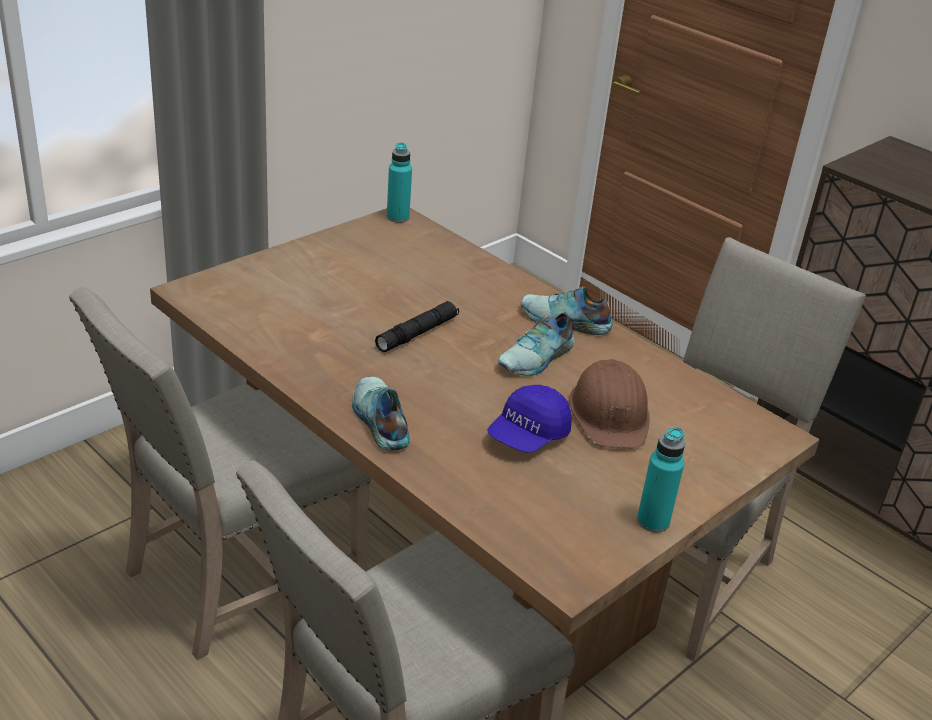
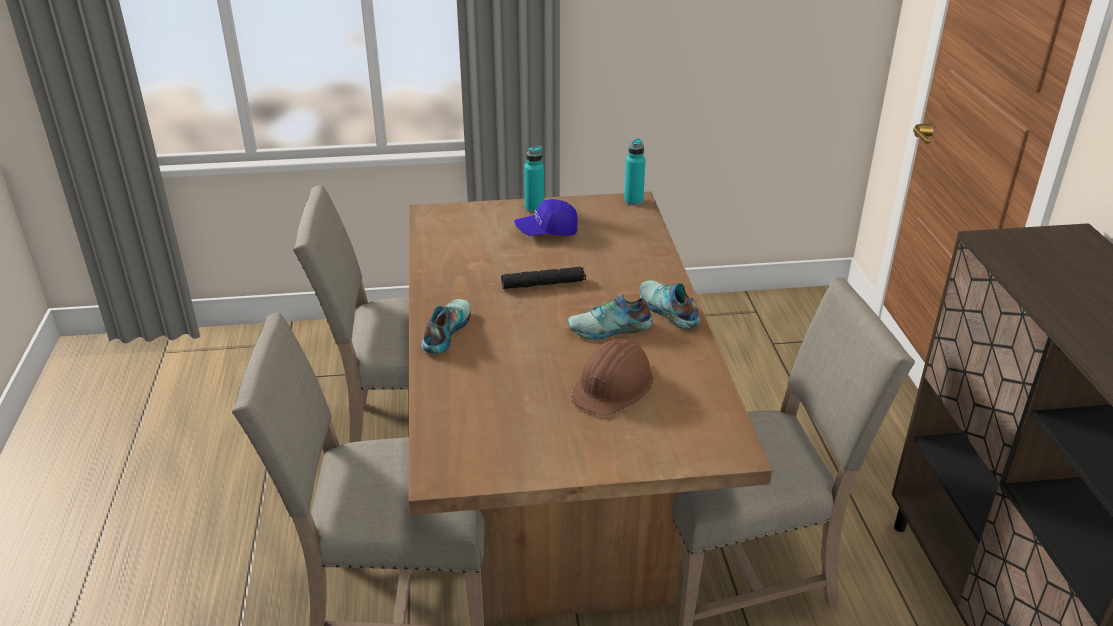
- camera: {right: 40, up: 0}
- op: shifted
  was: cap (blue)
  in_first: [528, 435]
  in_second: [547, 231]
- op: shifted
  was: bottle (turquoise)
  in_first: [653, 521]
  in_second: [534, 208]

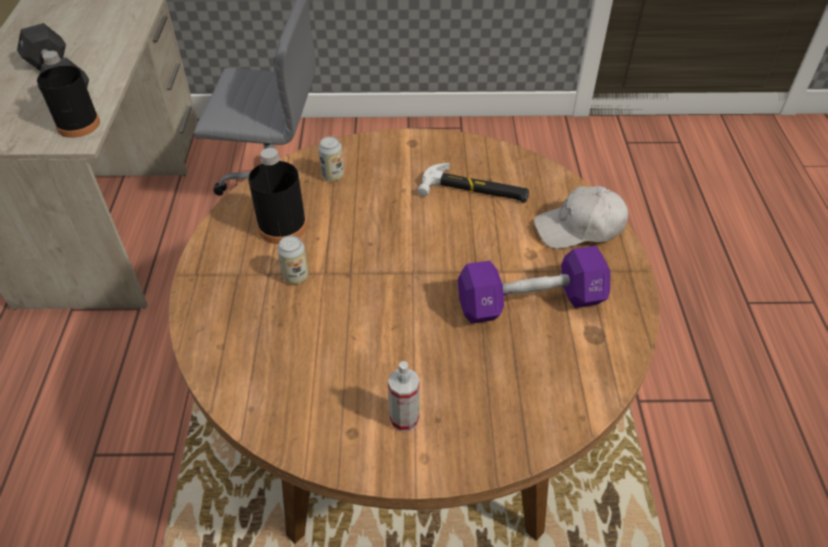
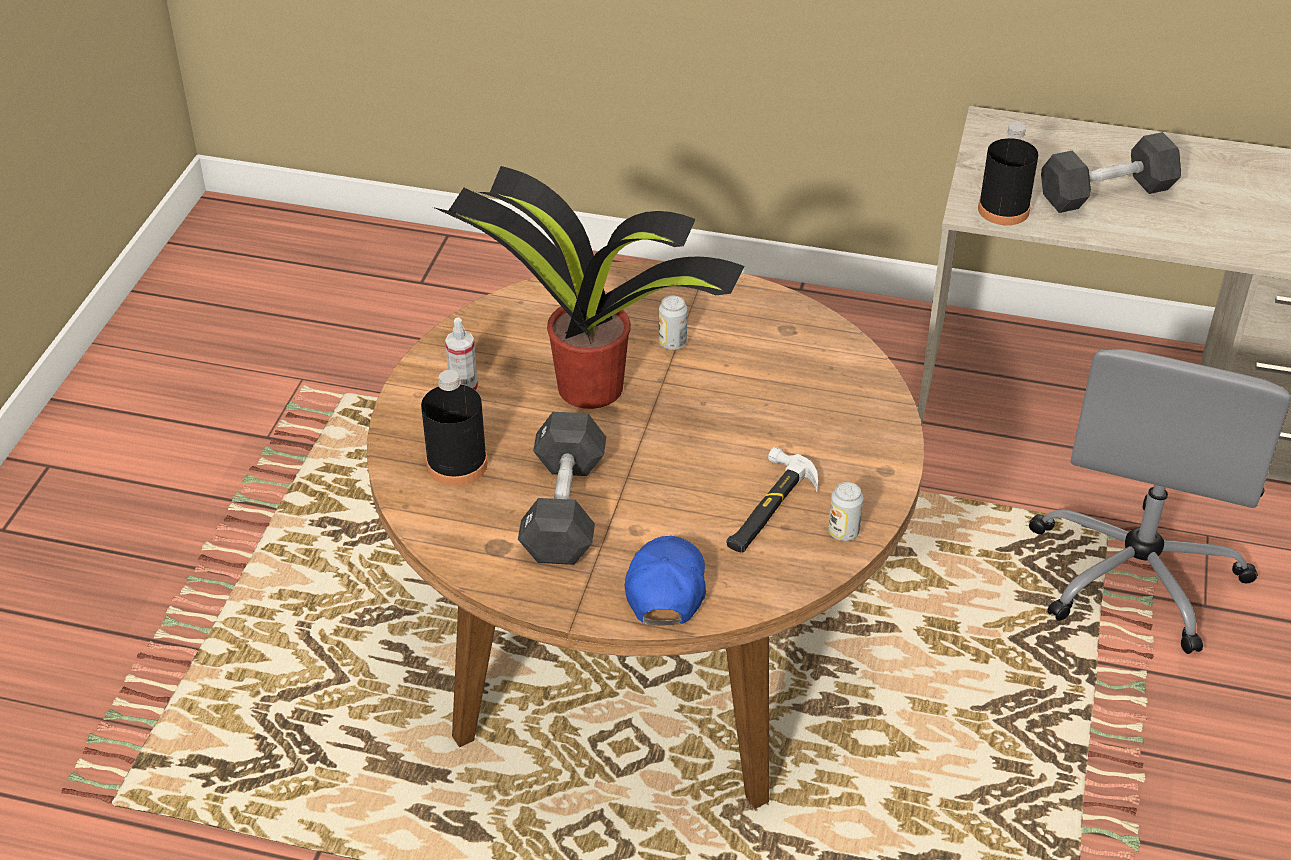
- camera: {right: 105, up: -5}
- op: new
  now: potted plant
  in_second: [586, 385]
- op: shifted
  was: bottle (black)
  in_first: [282, 227]
  in_second: [457, 464]
- op: shifted
  was: can
  in_first: [333, 175]
  in_second: [843, 532]
- op: repainted
  was: dumbbell (purple)
  now: dumbbell (black)
  in_first: [530, 302]
  in_second: [564, 508]
- op: repainted
  was: cap (white)
  now: cap (blue)
  in_first: [579, 228]
  in_second: [665, 587]

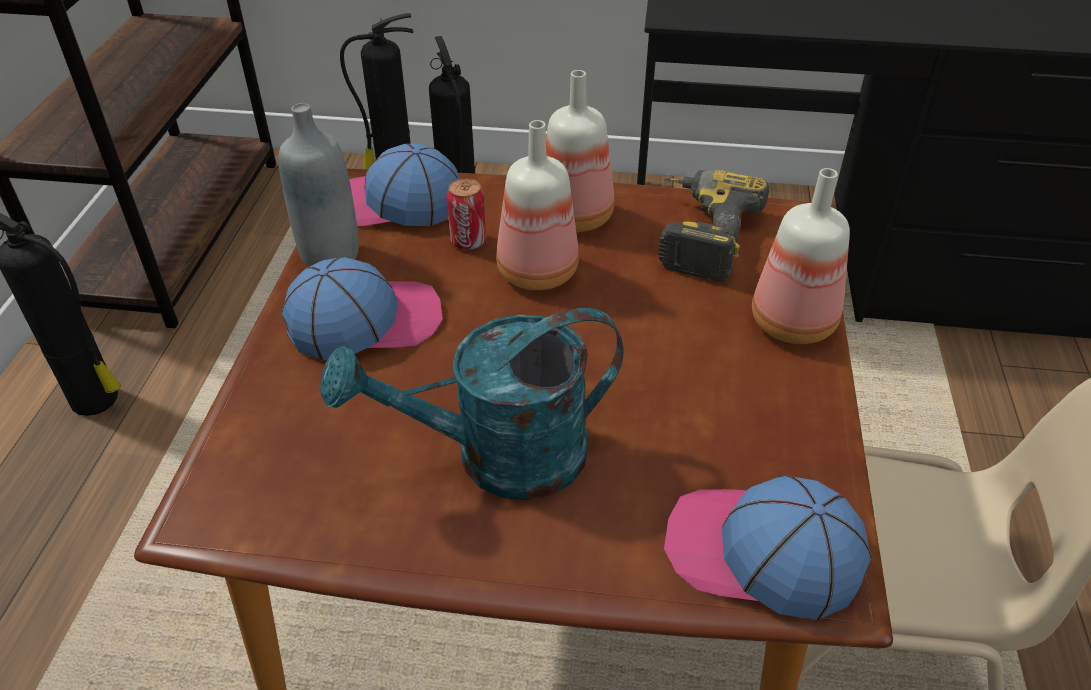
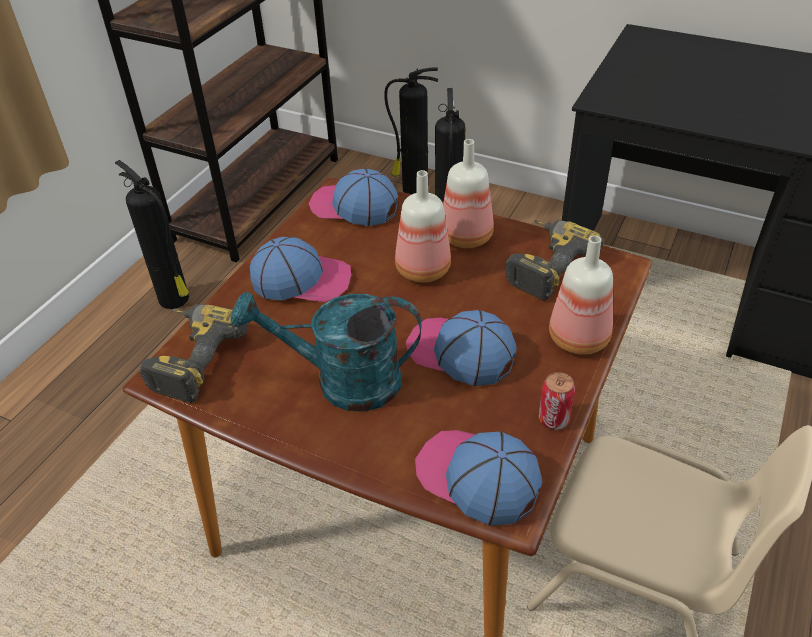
- camera: {right: 20, up: 0}
- op: gone
  was: bottle (grey)
  in_first: [330, 256]
- op: new
  now: power drill
  in_second: [190, 358]
- op: new
  now: cap
  in_second: [460, 352]
- op: shifted
  was: can
  in_first: [468, 241]
  in_second: [553, 419]

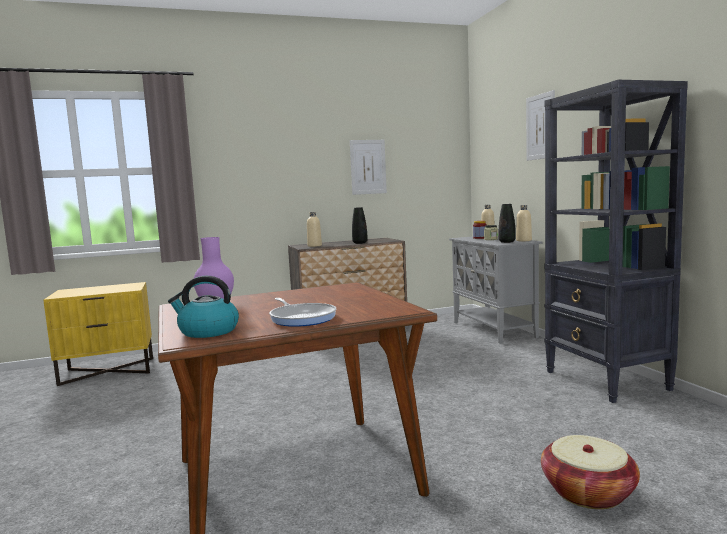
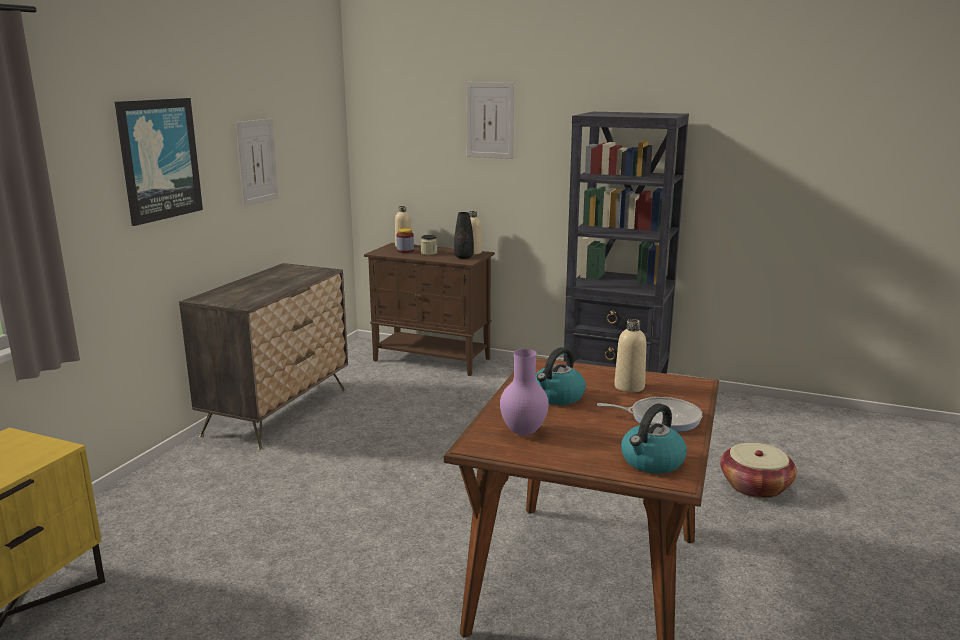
- camera: {right: -50, up: 10}
- op: gone
  was: vase (black)
  in_first: [360, 243]
- op: new
  now: picture
  in_second: [159, 159]
- op: new
  now: kettle
  in_second: [557, 397]
- op: shifted
  was: bottle (beige)
  in_first: [314, 246]
  in_second: [629, 387]
- op: repainted
  was: cabinet (grey)
  now: cabinet (brown)
  in_first: [494, 330]
  in_second: [433, 360]

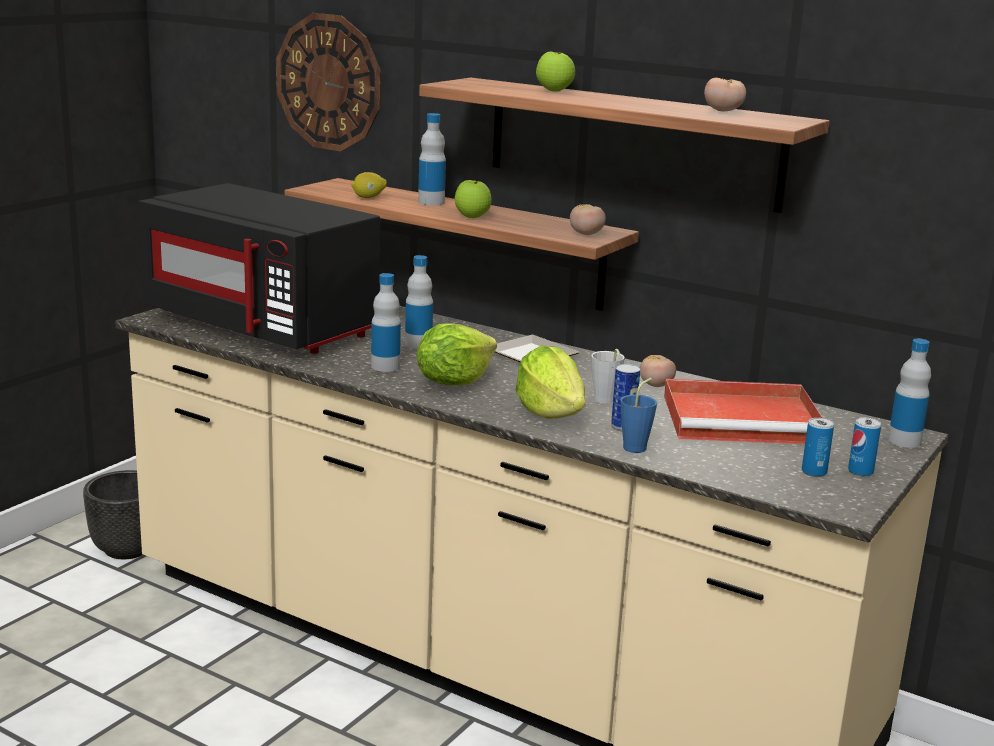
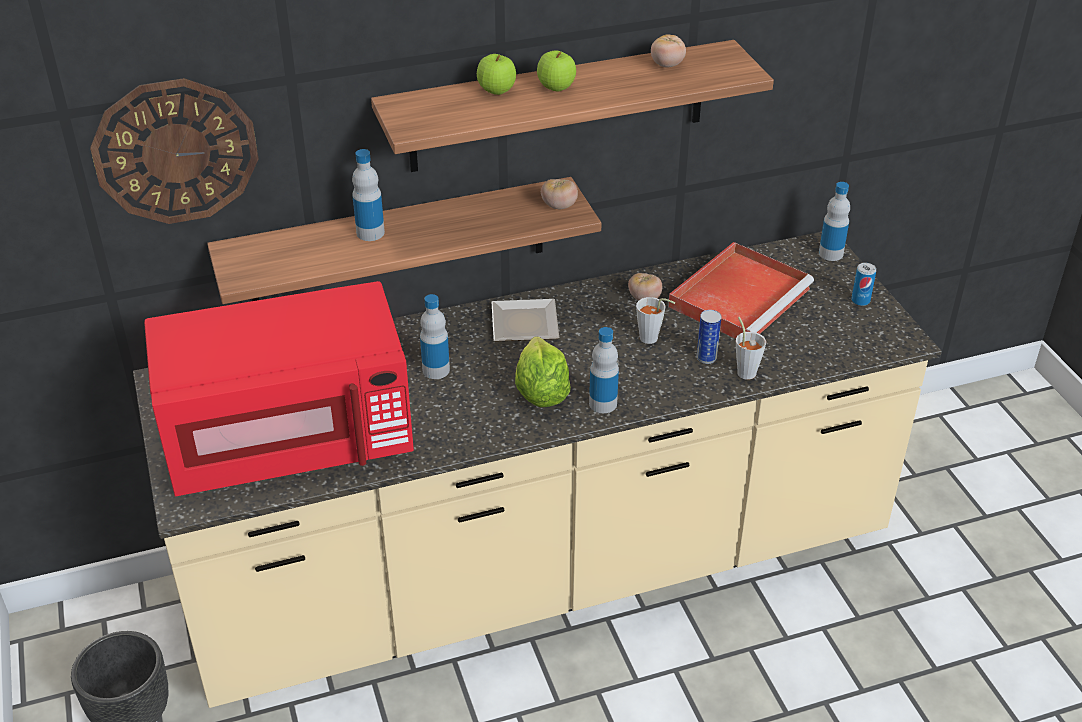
- camera: {right: -50, up: 20}
- op: gone
  was: lemon
  in_first: [368, 197]
- op: gone
  was: lettuce
  in_first: [550, 413]
- op: gone
  was: can
  in_first: [814, 472]
- op: shifted
  was: bottle
  in_first: [385, 366]
  in_second: [603, 404]
- op: shifted
  was: apple
  in_first: [472, 217]
  in_second: [556, 88]
- op: repainted
  was: microwave (black)
  now: microwave (red)
  in_first: [263, 326]
  in_second: [290, 439]
- op: repainted
  was: cup (blue)
  now: cup (grey)
  in_first: [637, 446]
  in_second: [745, 370]

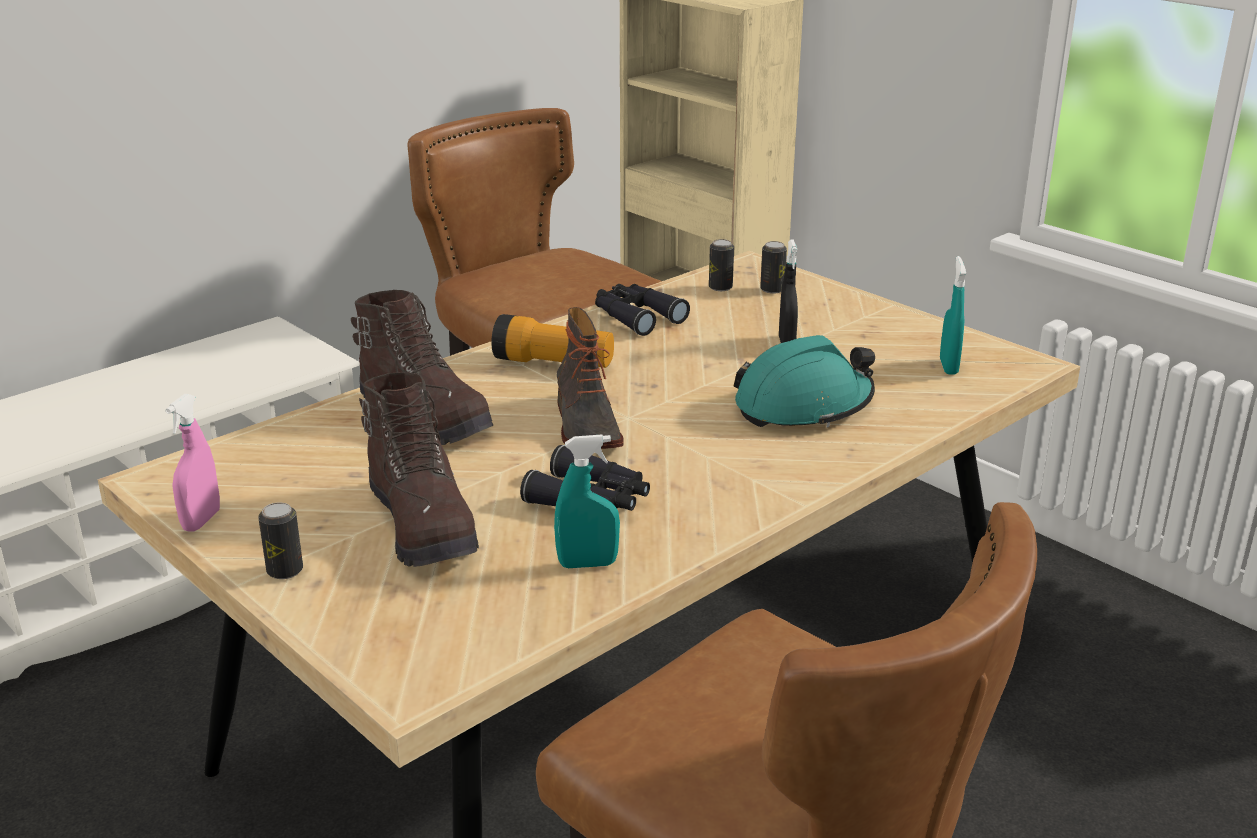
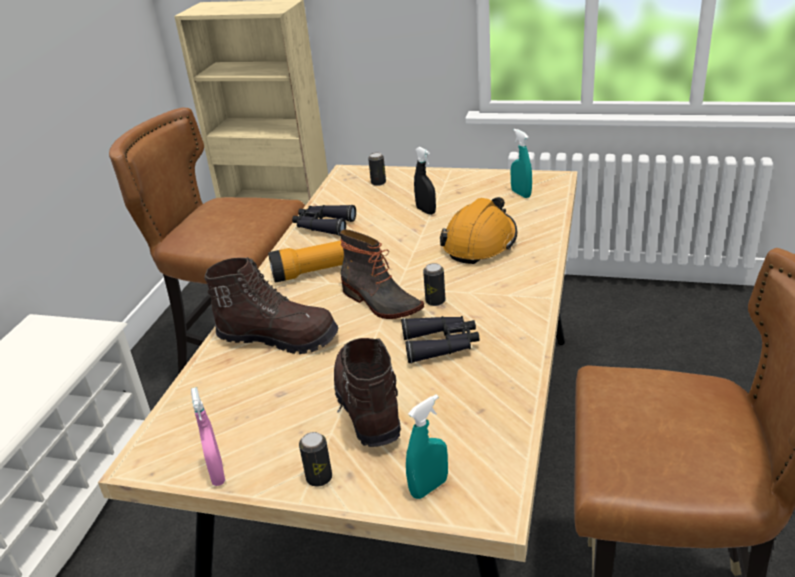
- camera: {right: -30, up: 5}
- op: shifted
  was: spray bottle (turquoise)
  in_first: [587, 564]
  in_second: [429, 487]
- op: shifted
  was: can
  in_first: [720, 287]
  in_second: [435, 301]
- op: repainted
  was: hard hat (turquoise)
  now: hard hat (orange)
  in_first: [803, 406]
  in_second: [480, 243]
- op: rotated
  was: boot (brown)
  in_first: [423, 525]
  in_second: [366, 406]
  clockwise: -135

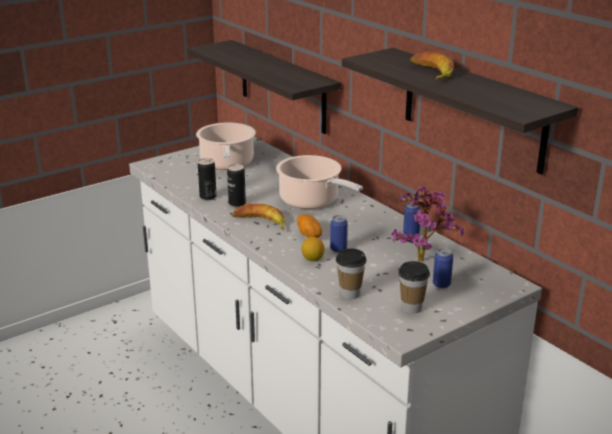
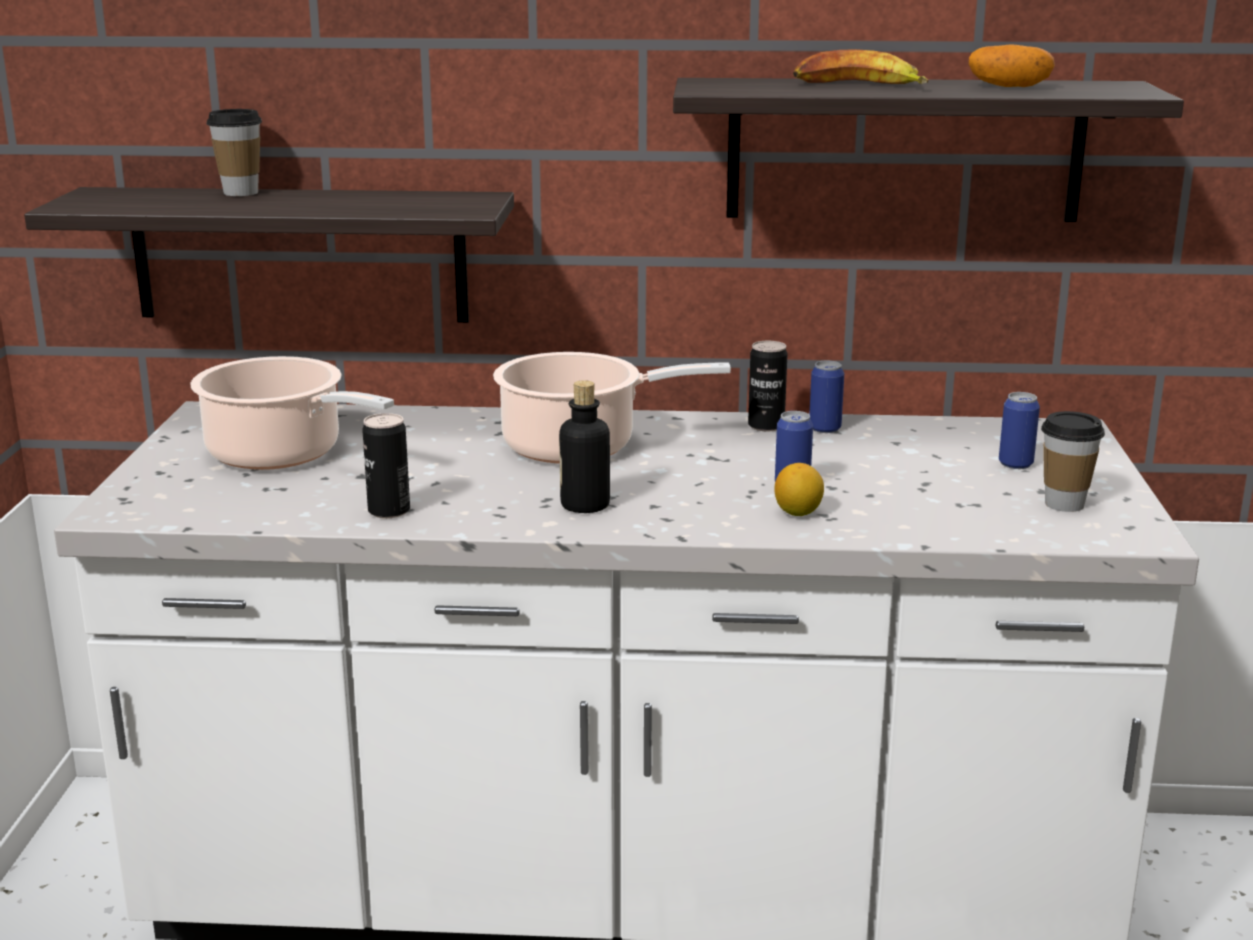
- camera: {right: -50, up: -5}
- op: gone
  was: potted plant
  in_first: [422, 259]
- op: shifted
  was: can
  in_first: [237, 203]
  in_second: [766, 426]
- op: shifted
  was: potato
  in_first: [309, 235]
  in_second: [1008, 86]
- op: shifted
  was: cup
  in_first: [350, 294]
  in_second: [241, 192]
- op: swapped
  was: banana
  now: bottle
  in_first: [260, 222]
  in_second: [585, 505]

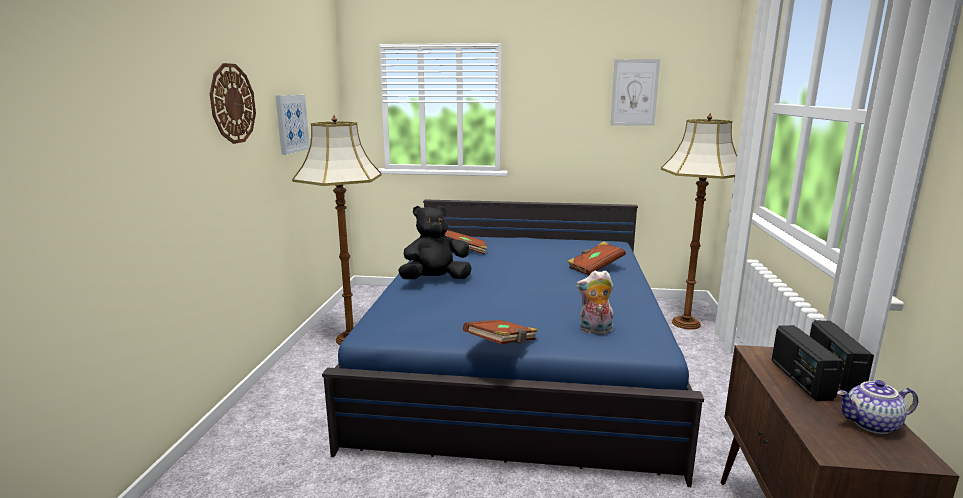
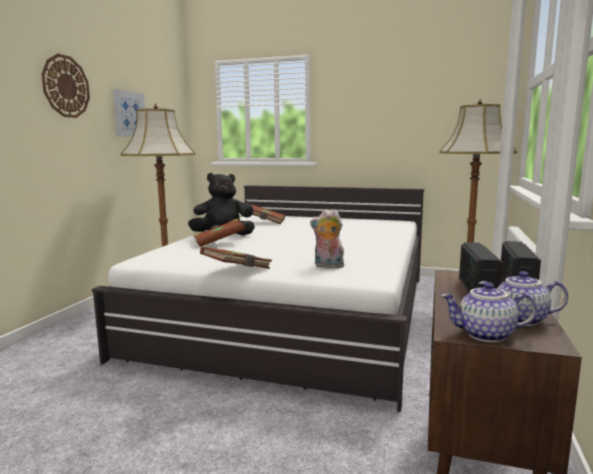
- camera: {right: 10, up: -5}
- op: gone
  was: picture
  in_first: [634, 93]
- op: new
  now: teapot
  in_second: [485, 335]
- op: shifted
  was: book (brown)
  in_first: [595, 268]
  in_second: [219, 243]
- op: repainted
  was: bed (blue)
  now: bed (white)
  in_first: [518, 360]
  in_second: [297, 312]

